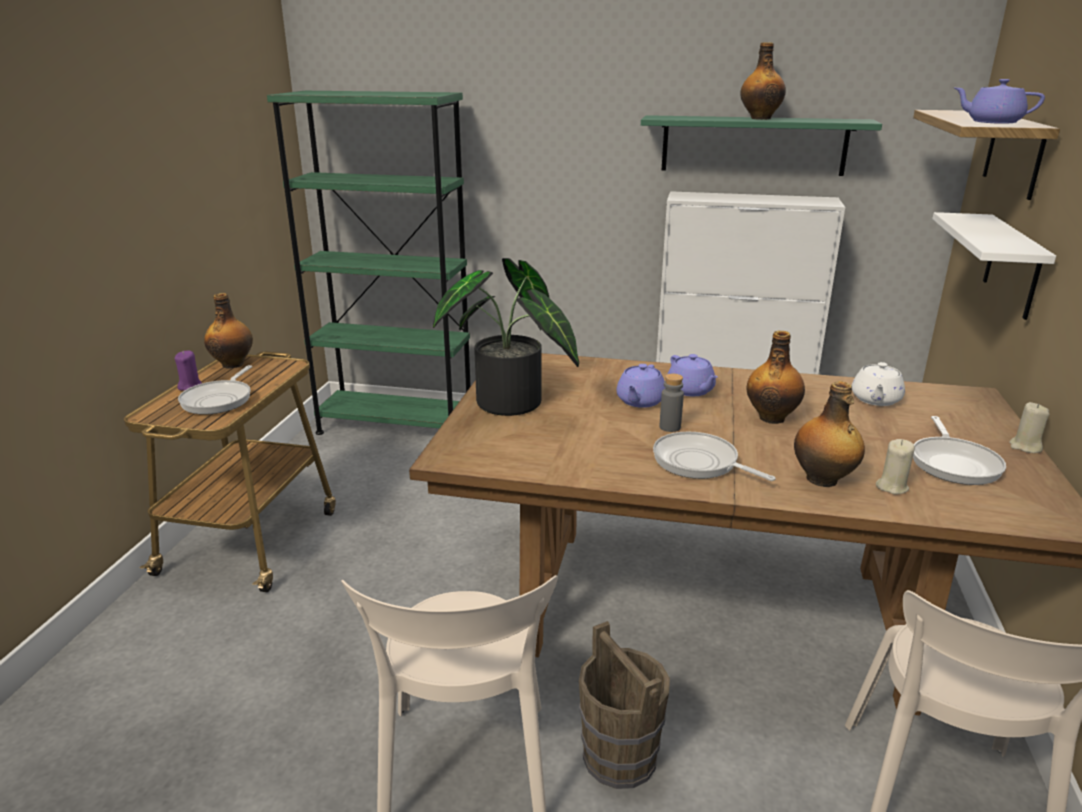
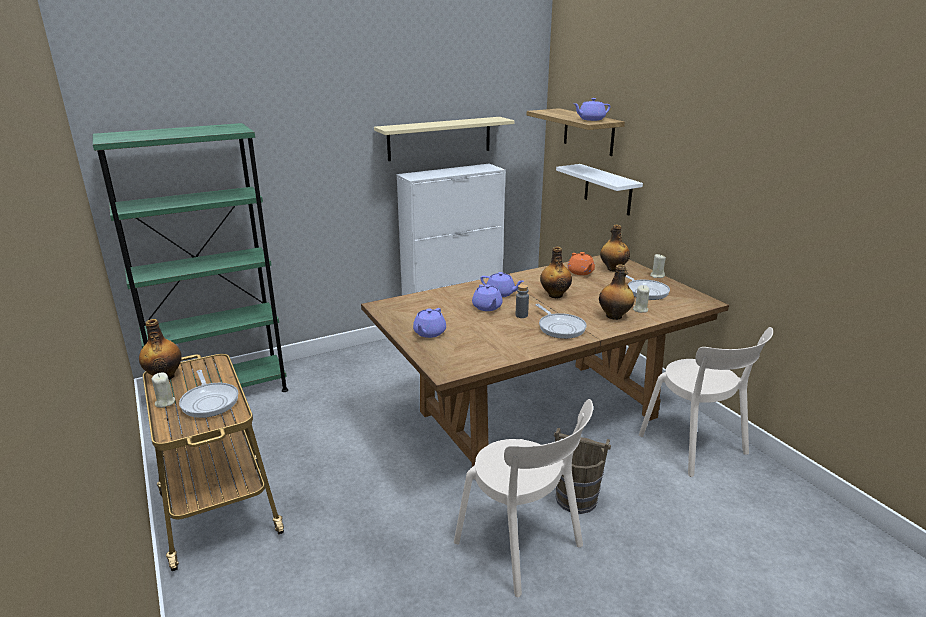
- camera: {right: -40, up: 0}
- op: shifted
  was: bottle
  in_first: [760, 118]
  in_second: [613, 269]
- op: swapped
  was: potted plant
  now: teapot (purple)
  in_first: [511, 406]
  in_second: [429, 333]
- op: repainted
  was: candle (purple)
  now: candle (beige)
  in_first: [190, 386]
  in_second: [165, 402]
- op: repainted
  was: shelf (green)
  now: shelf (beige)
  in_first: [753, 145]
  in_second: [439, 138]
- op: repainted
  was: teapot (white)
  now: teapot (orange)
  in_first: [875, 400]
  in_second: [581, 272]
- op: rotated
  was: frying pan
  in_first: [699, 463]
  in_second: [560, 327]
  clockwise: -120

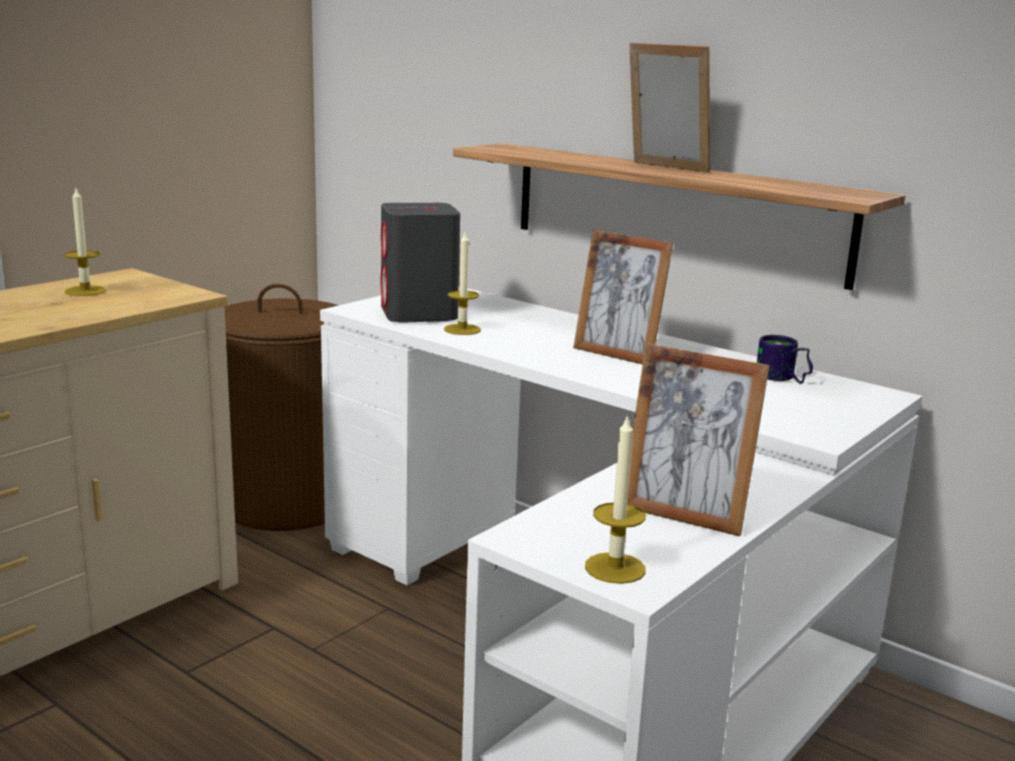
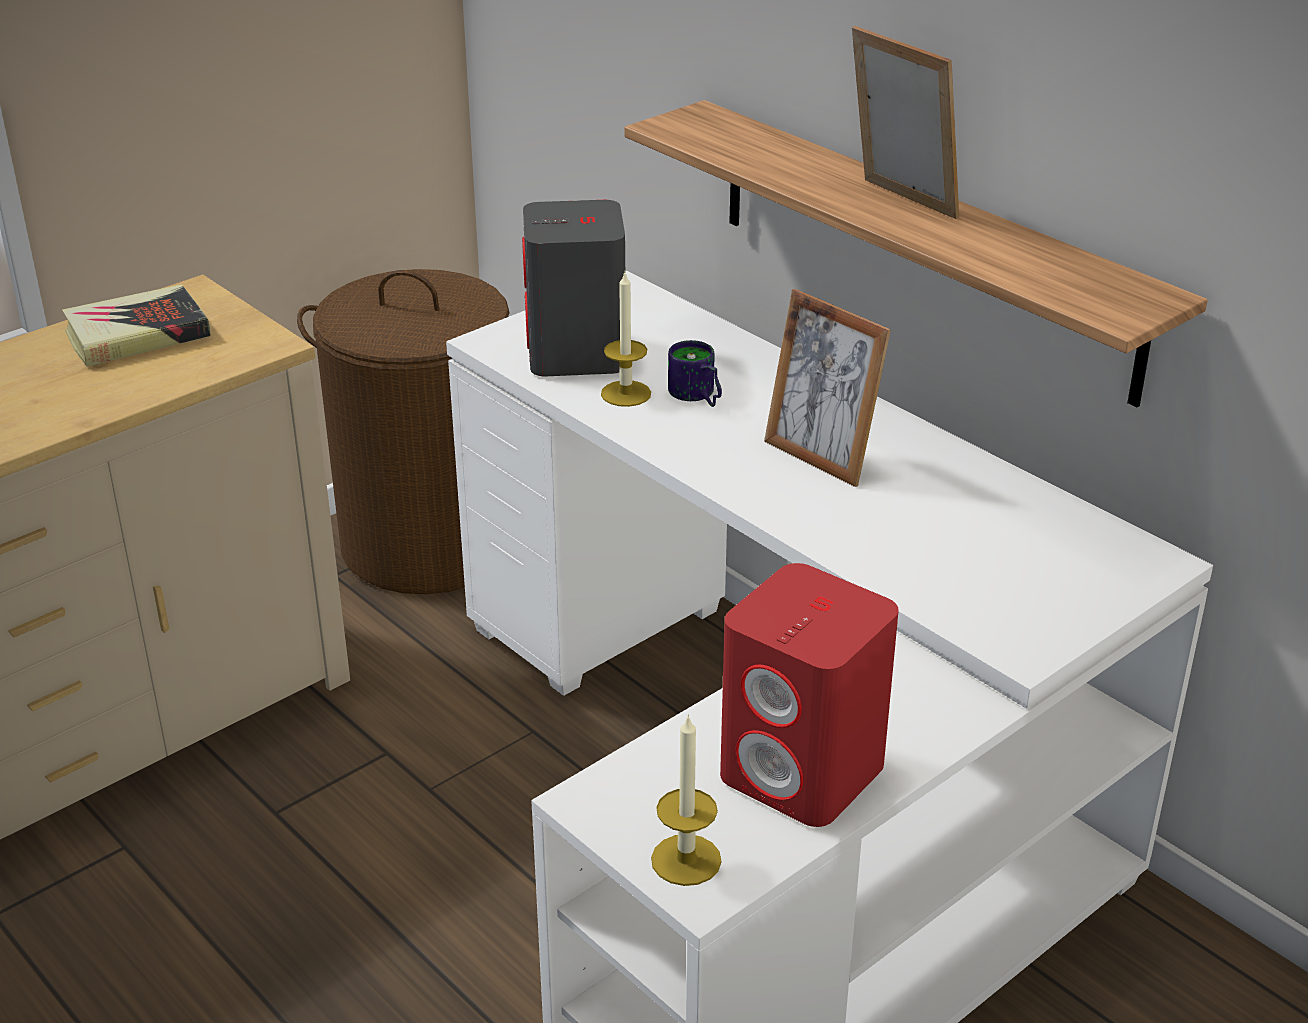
- camera: {right: 10, up: 15}
- op: shifted
  was: mug
  in_first: [781, 379]
  in_second: [695, 397]
- op: swapped
  was: candle
  now: book
  in_first: [85, 291]
  in_second: [137, 335]
- op: swapped
  was: picture frame
  now: speaker (red)
  in_first: [685, 515]
  in_second: [803, 773]

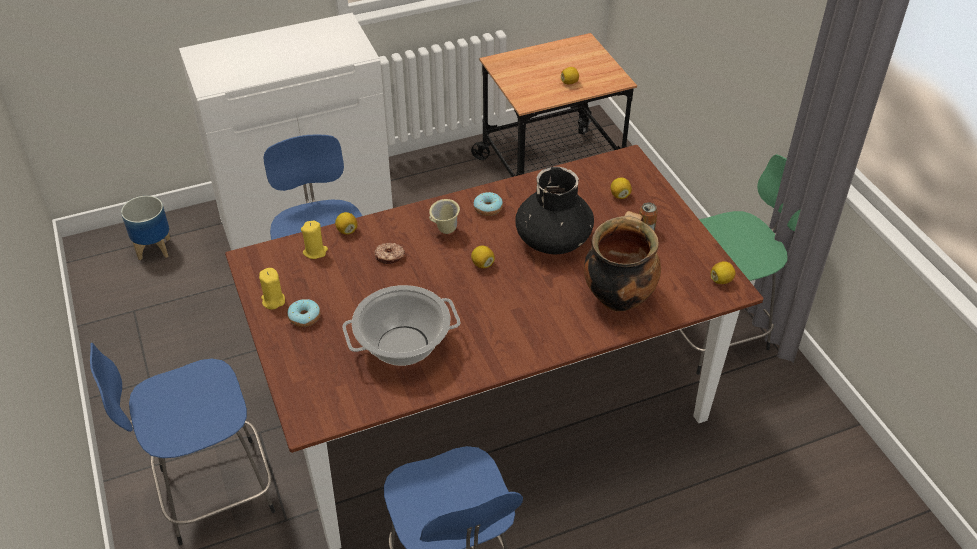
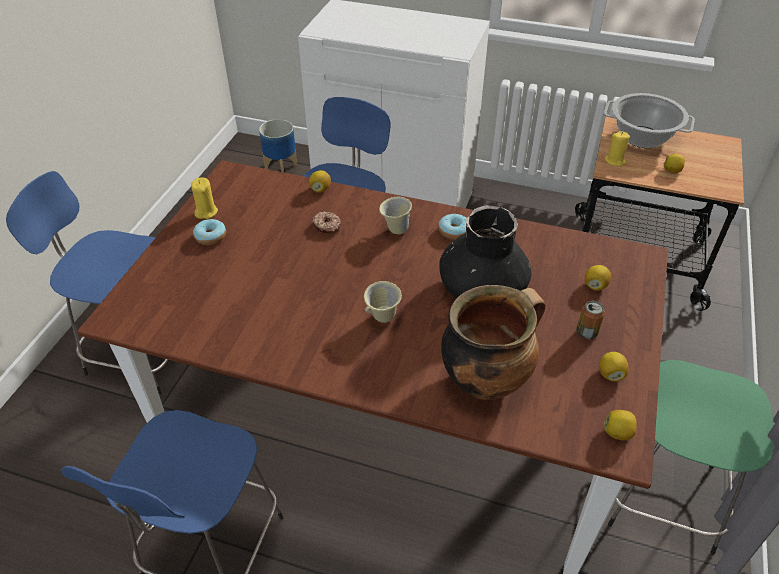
- camera: {right: 40, up: 0}
- op: new
  now: mug (beige)
  in_second: [382, 319]
- op: shifted
  was: candle (yellow)
  in_first: [315, 252]
  in_second: [615, 161]
- op: shifted
  was: cooking pot
  in_first: [403, 345]
  in_second: [642, 137]
- op: shifted
  was: lemon
  in_first: [482, 264]
  in_second: [610, 374]

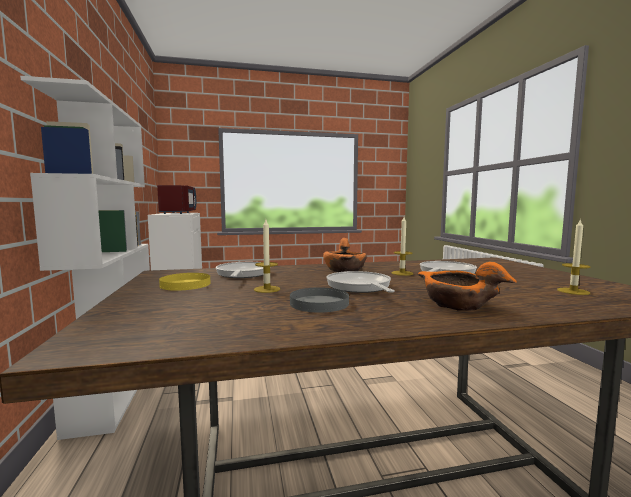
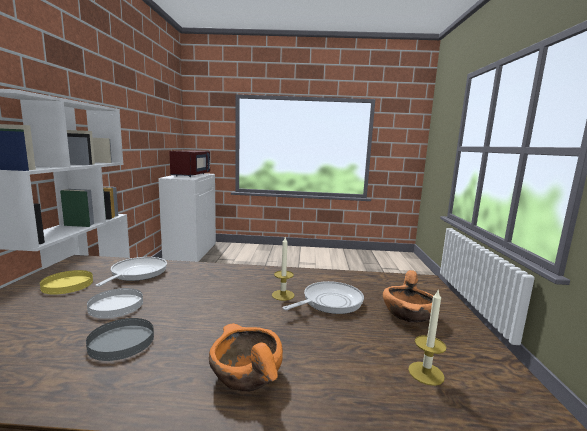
- camera: {right: 15, up: 5}
- op: gone
  was: frying pan
  in_first: [359, 287]
- op: shifted
  was: bowl (orange)
  in_first: [345, 270]
  in_second: [408, 314]
- op: swapped
  was: candle
  now: plate (white)
  in_first: [267, 289]
  in_second: [116, 305]

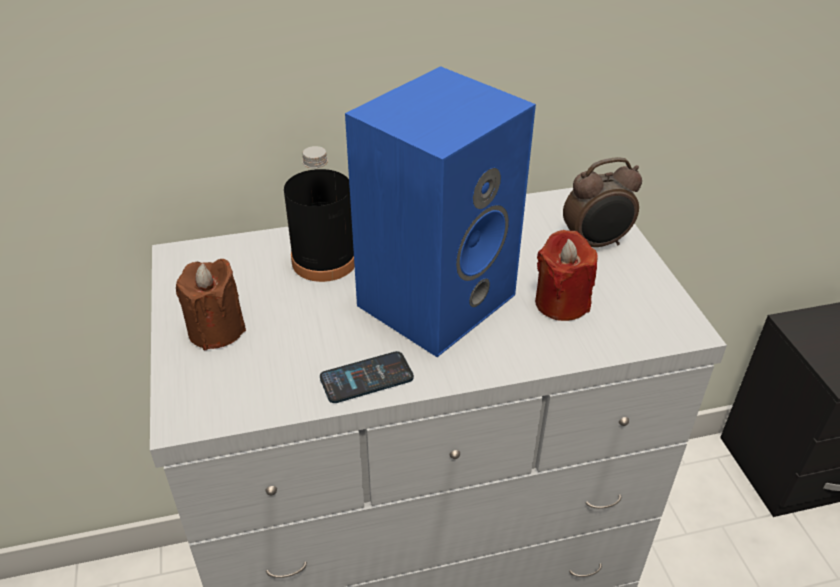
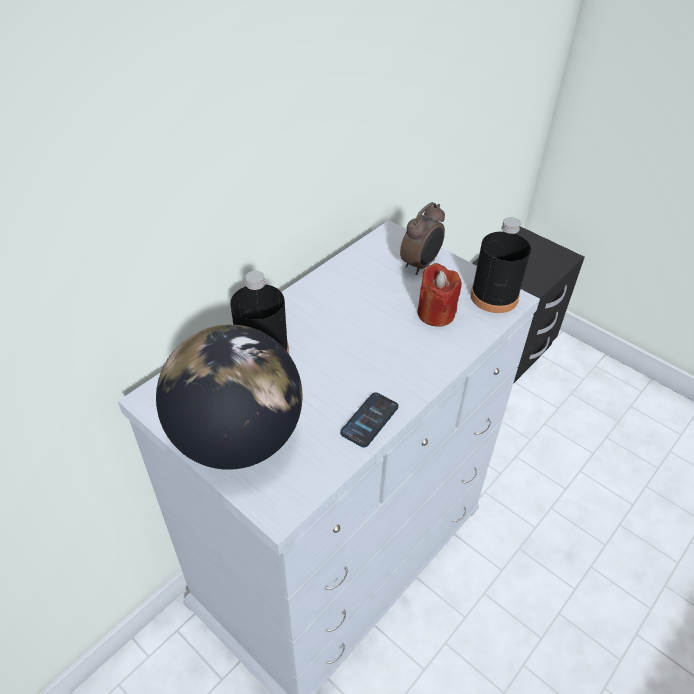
- camera: {right: -35, up: 5}
- op: gone
  was: speaker (blue)
  in_first: [436, 297]
- op: new
  now: bottle (black)
  in_second: [494, 297]
- op: swapped
  was: candle (brown)
  now: globe
  in_first: [216, 330]
  in_second: [237, 439]

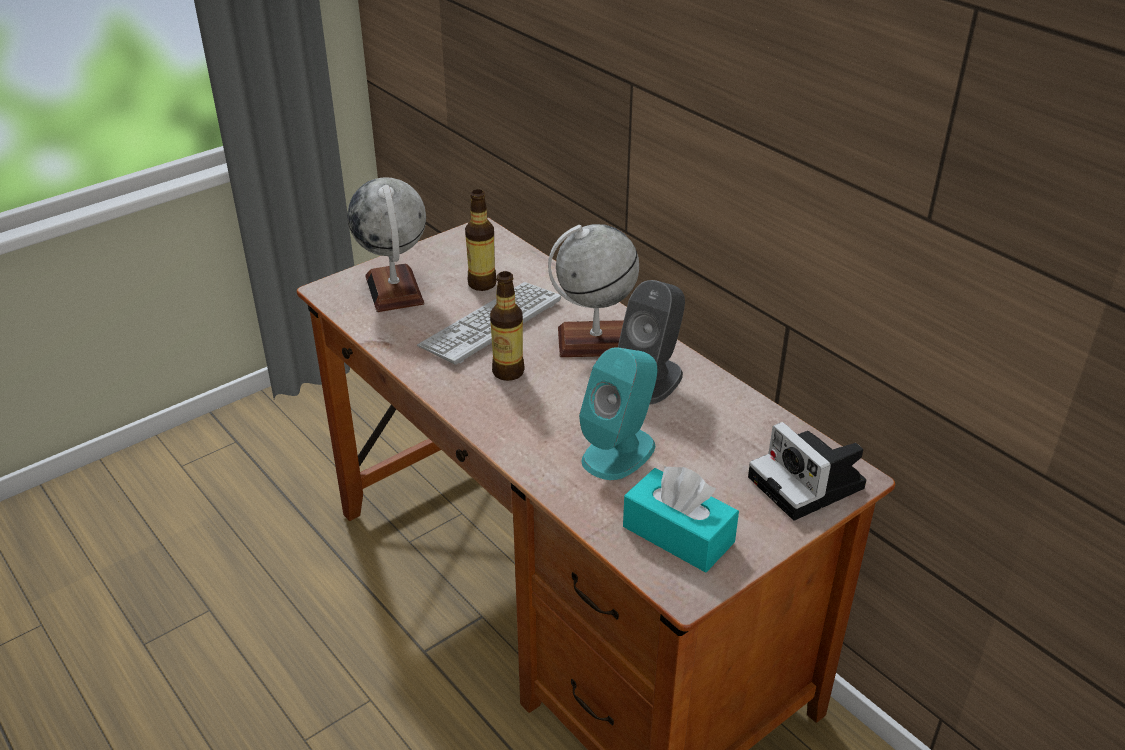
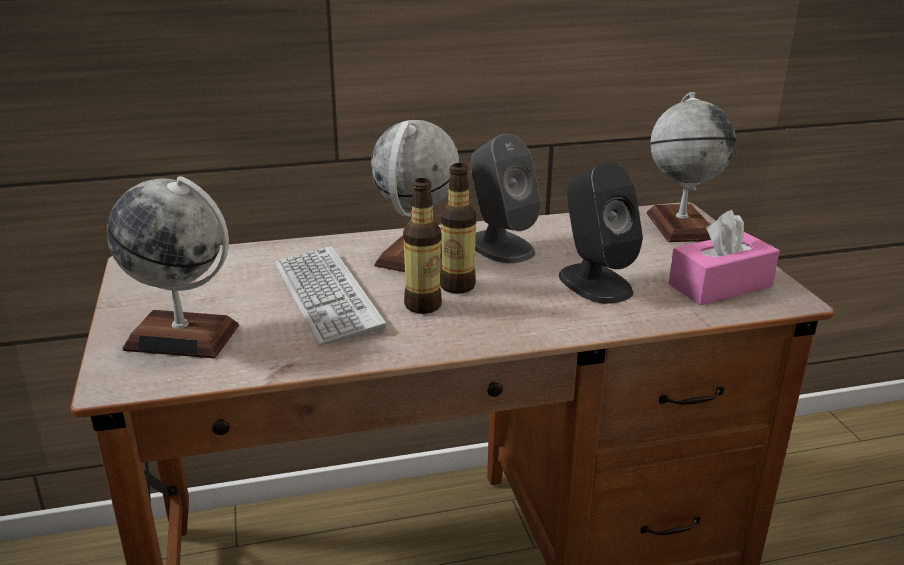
- camera: {right: -65, up: -10}
- op: shifted
  was: bottle
  in_first: [482, 284]
  in_second: [457, 286]
- op: swapped
  was: photo camera
  now: globe
  in_first: [810, 484]
  in_second: [680, 226]
- op: repainted
  was: speaker (turquoise)
  now: speaker (black)
  in_first: [619, 452]
  in_second: [594, 283]
- op: repainted
  was: tissue box (turquoise)
  now: tissue box (pink)
  in_first: [678, 534]
  in_second: [720, 285]

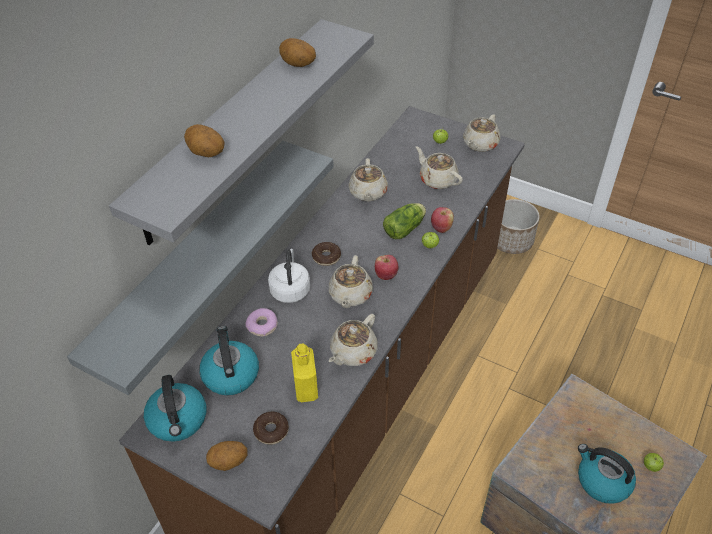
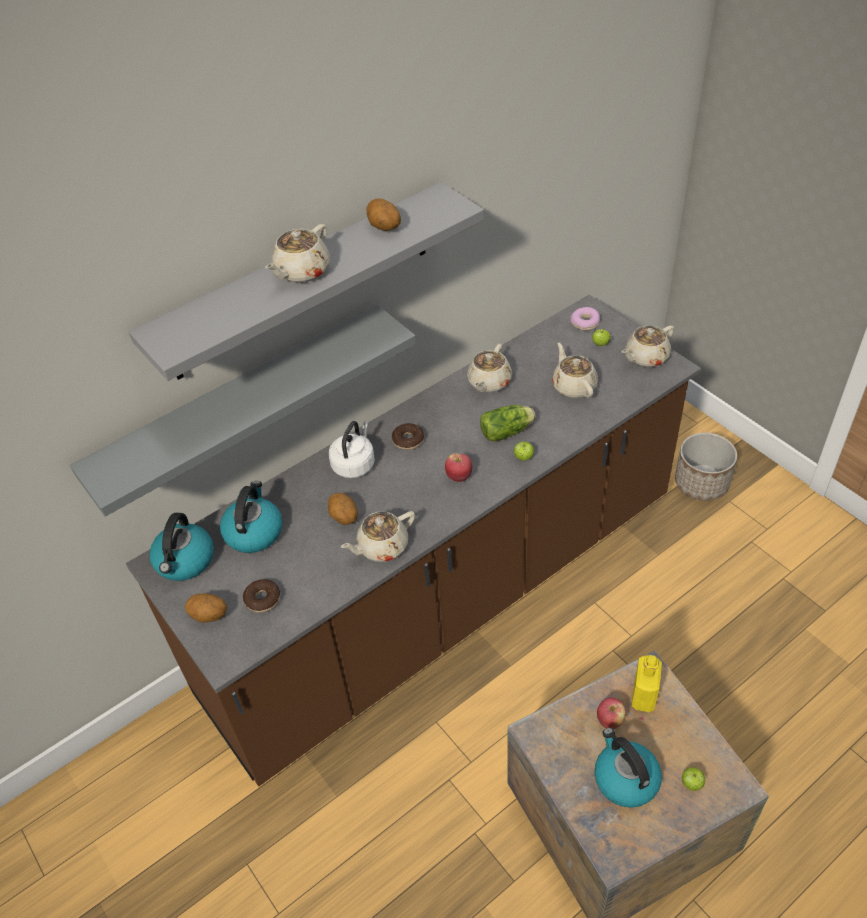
- camera: {right: 25, up: 0}
- op: shifted
  was: potato
  in_first: [206, 154]
  in_second: [343, 517]
- op: shifted
  was: donut
  in_first: [262, 326]
  in_second: [585, 323]
- op: shifted
  was: bottle (yellow)
  in_first: [306, 388]
  in_second: [643, 696]
- op: shifted
  was: teapot (beige)
  in_first: [350, 295]
  in_second: [301, 272]
- op: shifted
  was: apple
  in_first: [441, 228]
  in_second: [609, 720]

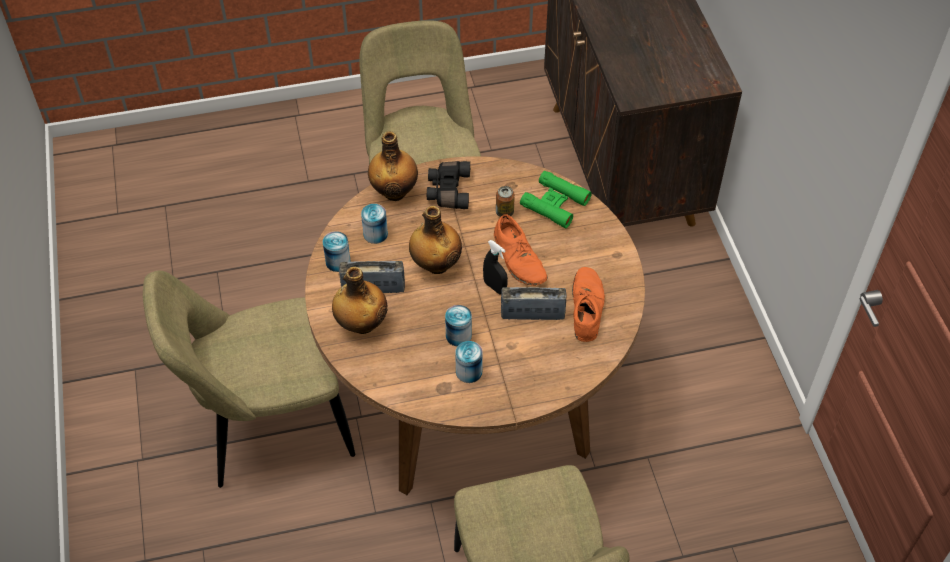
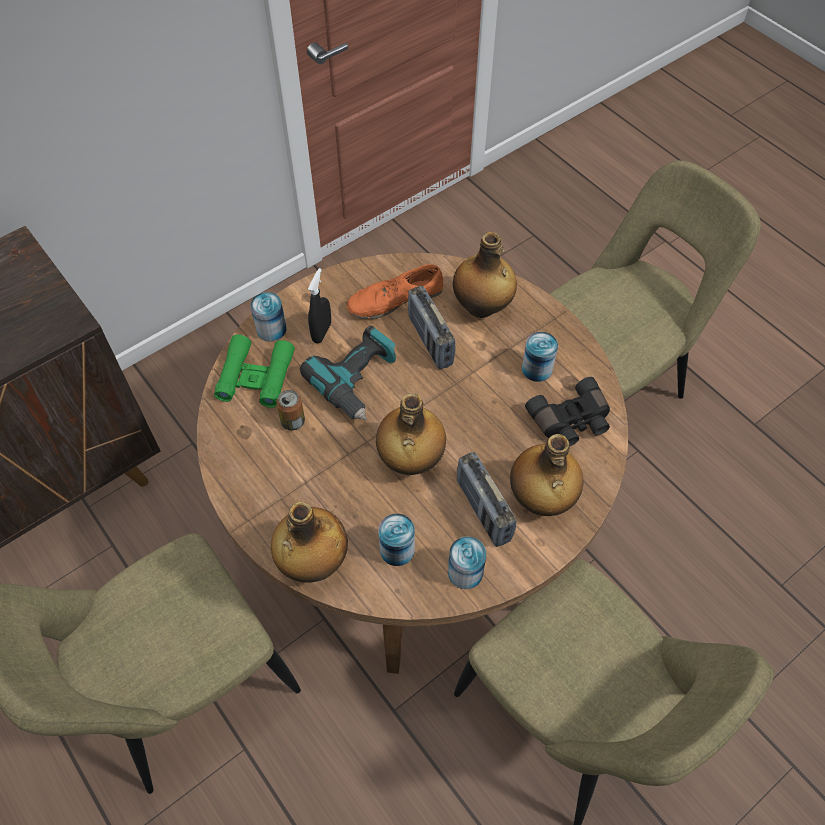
- camera: {right: -115, up: 5}
- op: new
  now: bottle
  in_second: [482, 307]
- op: shifted
  was: binoculars (black)
  in_first: [448, 191]
  in_second: [571, 422]
- op: shifted
  was: can
  in_first: [458, 335]
  in_second: [271, 329]
- op: shifted
  was: spray bottle (black)
  in_first: [495, 287]
  in_second: [321, 332]
- op: swapped
  was: shoe (orange)
  now: power drill
  in_first: [519, 259]
  in_second: [358, 381]

